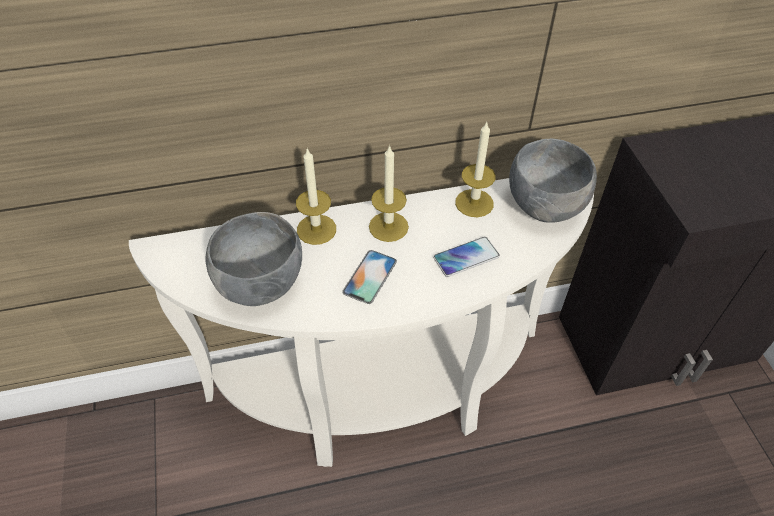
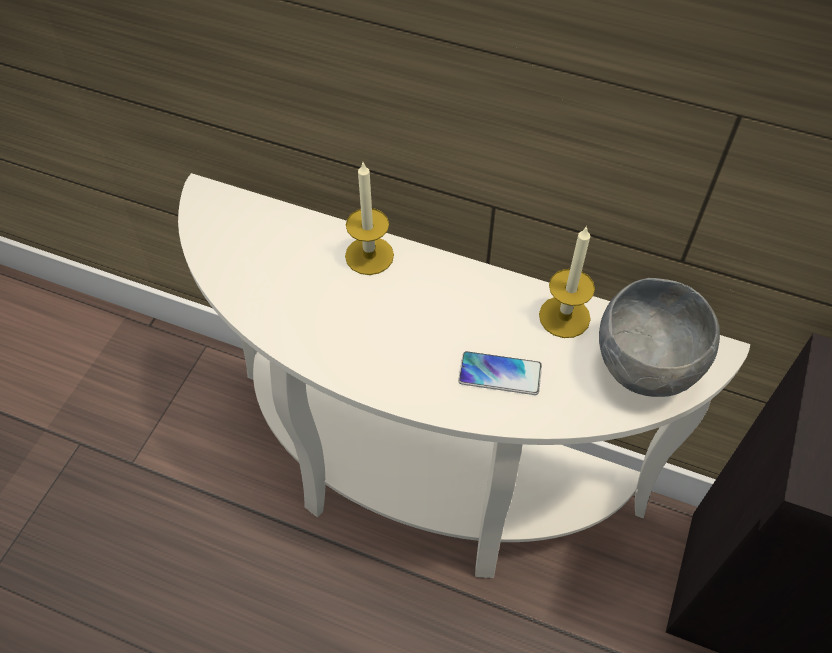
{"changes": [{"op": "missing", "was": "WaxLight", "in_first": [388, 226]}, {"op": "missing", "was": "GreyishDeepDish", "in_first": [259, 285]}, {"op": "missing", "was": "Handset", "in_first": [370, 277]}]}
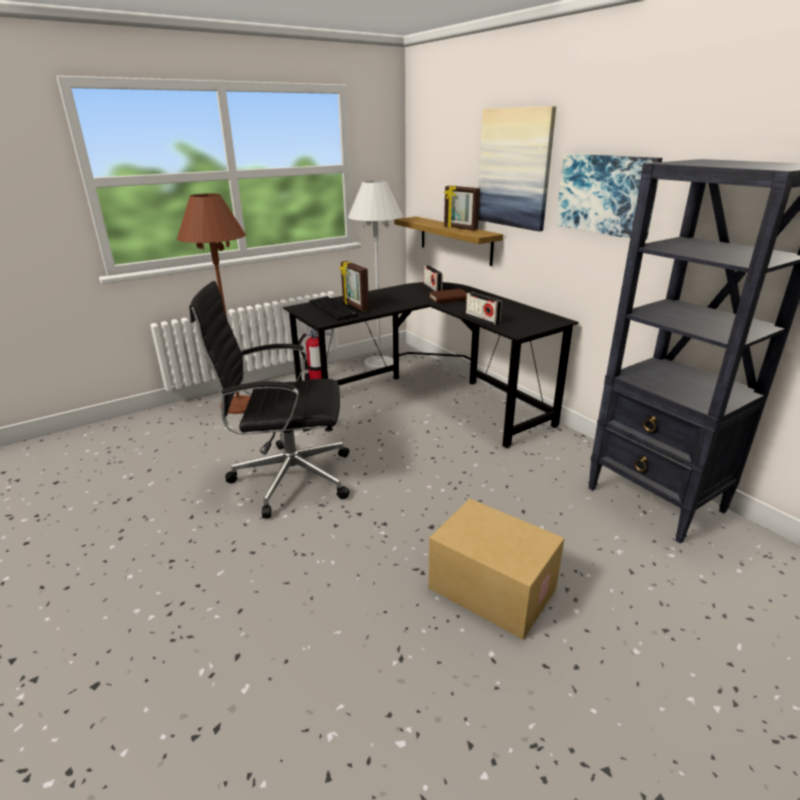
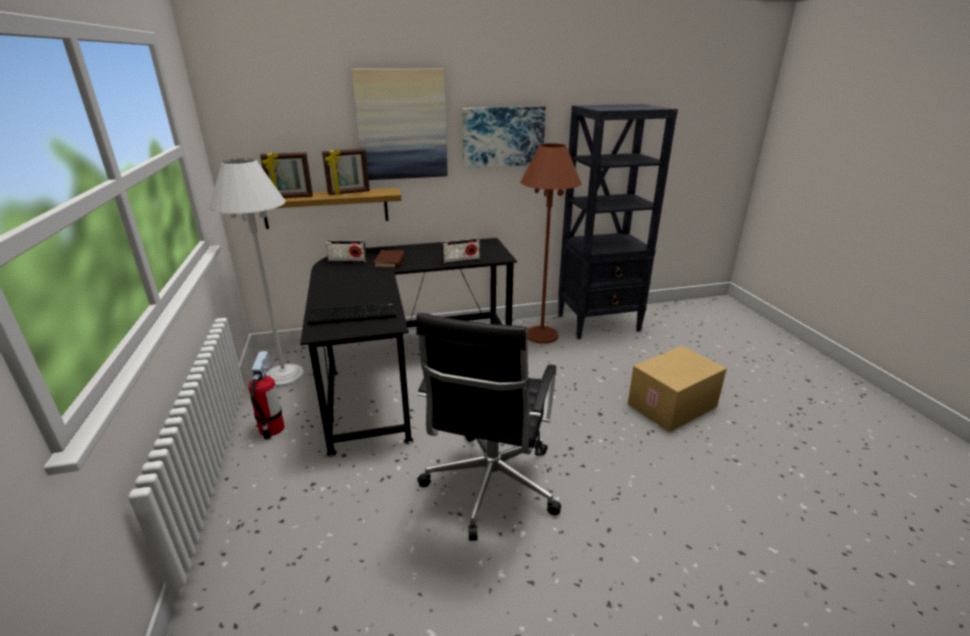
{"changes": [{"op": "relocated", "was": "BrownColouredFloorLamp", "in_first": [239, 405], "in_second": [541, 335]}, {"op": "relocated", "was": "PictureFrame", "in_first": [355, 306], "in_second": [291, 197]}]}
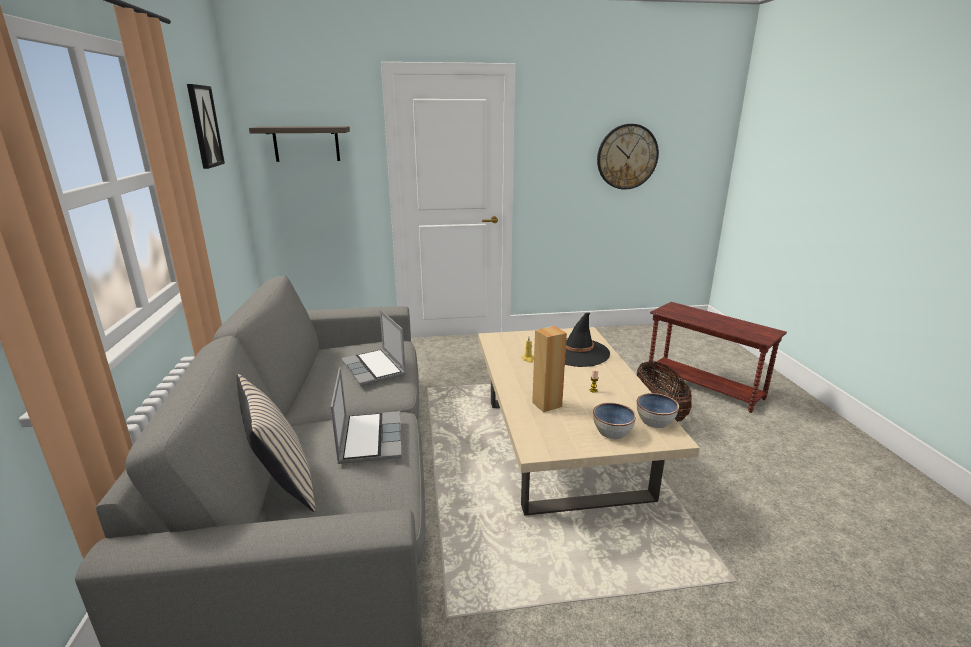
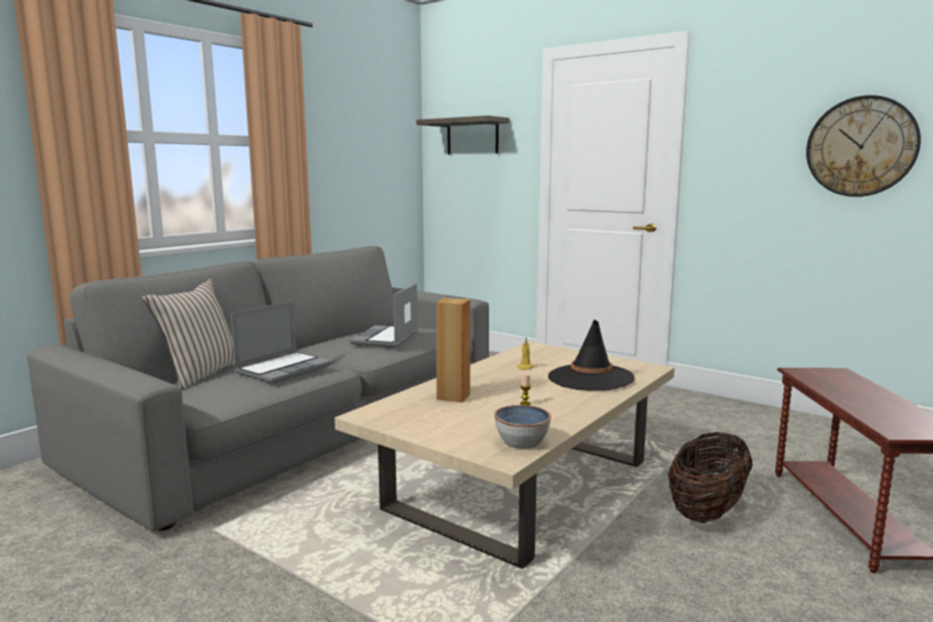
{"changes": [{"op": "missing", "was": "WallPicture", "in_first": [204, 126]}, {"op": "missing", "was": "DeepDish", "in_first": [612, 432]}]}
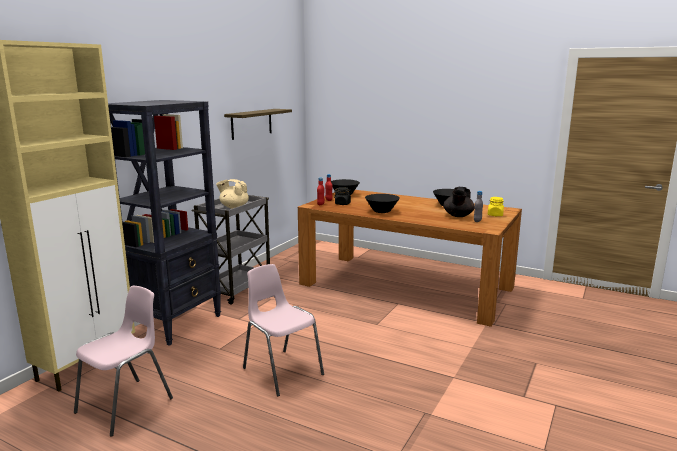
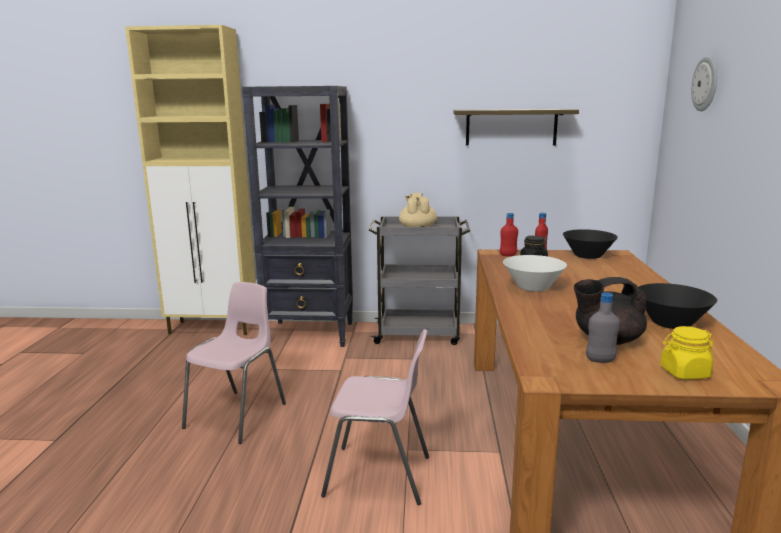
{"changes": [{"op": "colour", "was": "BlackDeepDish", "now": "WhiteDeepDish", "in_first": [382, 211], "in_second": [532, 288]}, {"op": "relocated", "was": "PinkColouredUprightChair", "in_first": [126, 405], "in_second": [379, 476]}, {"op": "appeared", "now": "WallClock", "in_second": [705, 83]}]}
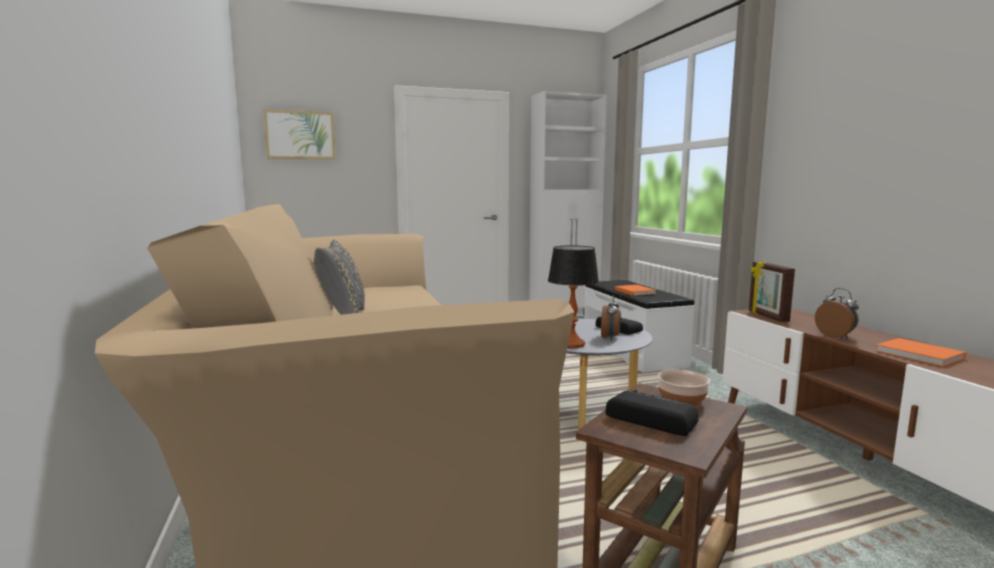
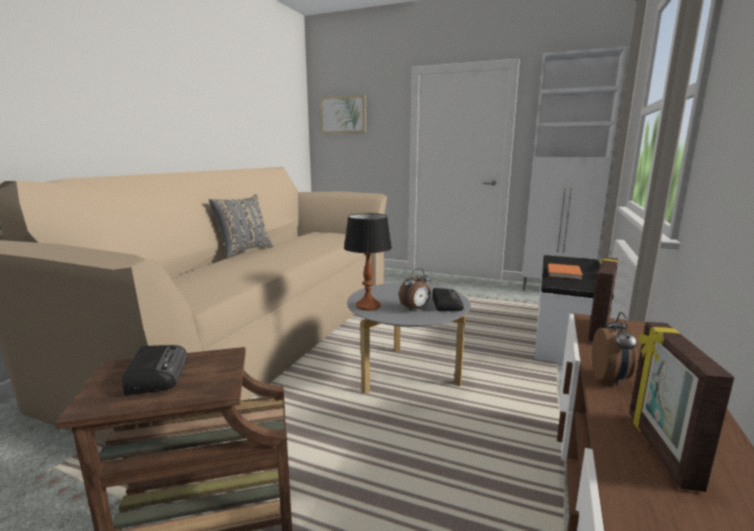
{"changes": [{"op": "exchanged", "was": "OrangeyBook", "now": "PictureFrame", "in_first": [921, 355], "in_second": [659, 449]}, {"op": "missing", "was": "DeepDish", "in_first": [681, 400]}]}
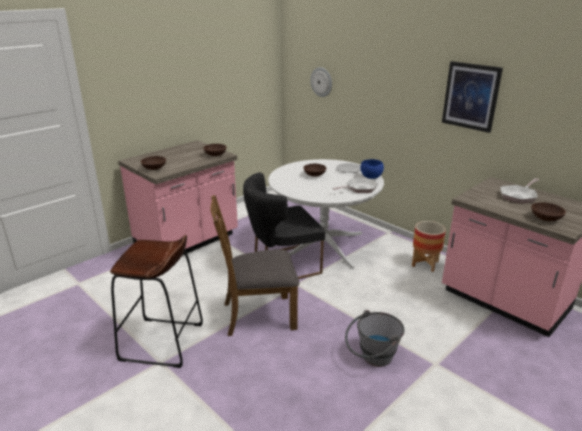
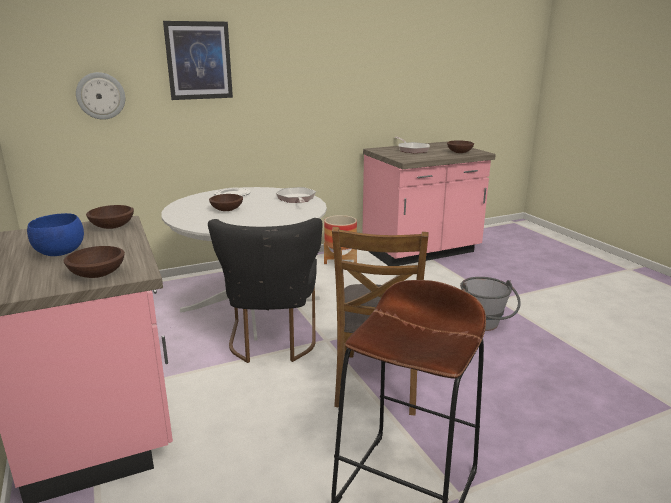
{"changes": [{"op": "relocated", "was": "WallPicture", "in_first": [471, 96], "in_second": [199, 60]}, {"op": "relocated", "was": "BlueColouredDeepDish", "in_first": [371, 177], "in_second": [60, 253]}]}
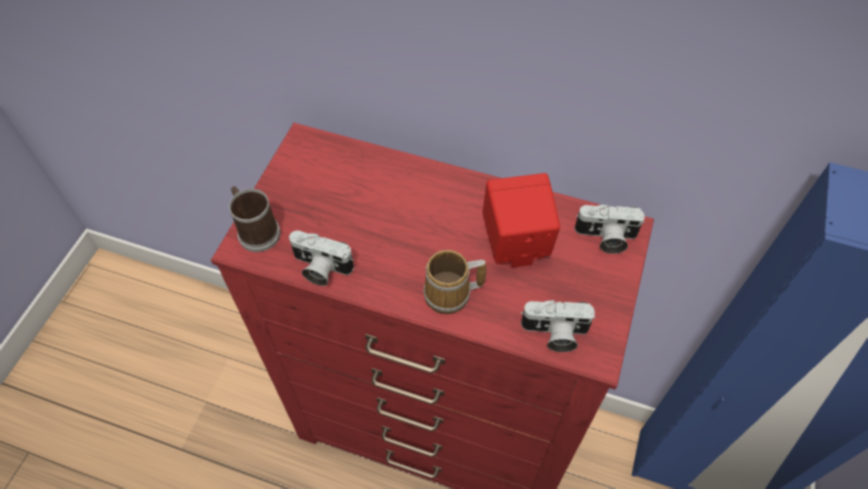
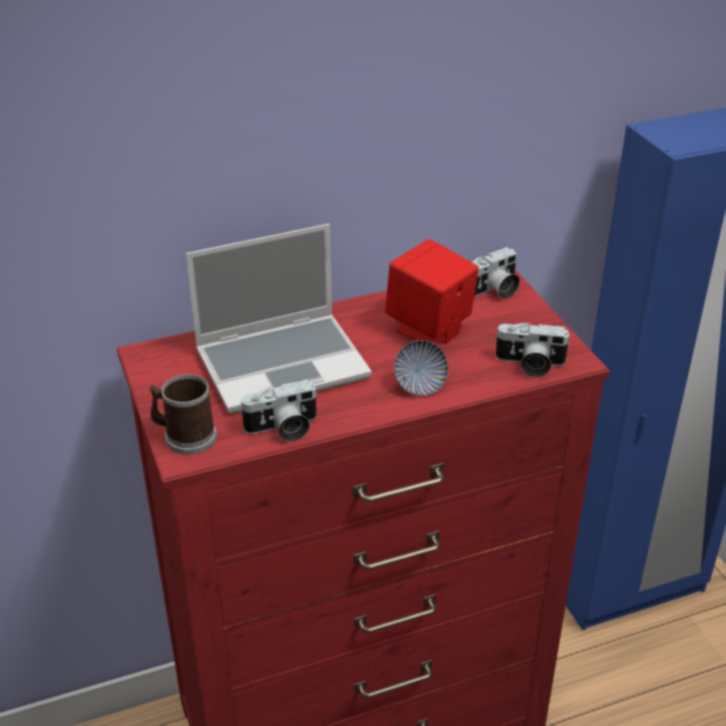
{"changes": [{"op": "exchanged", "was": "CoffeeMug", "now": "DeepDish", "in_first": [451, 295], "in_second": [420, 385]}, {"op": "spun", "was": "StillCamera", "in_first": [554, 334], "in_second": [529, 364], "clockwise": 45}, {"op": "appeared", "now": "Laptop", "in_second": [283, 363]}]}
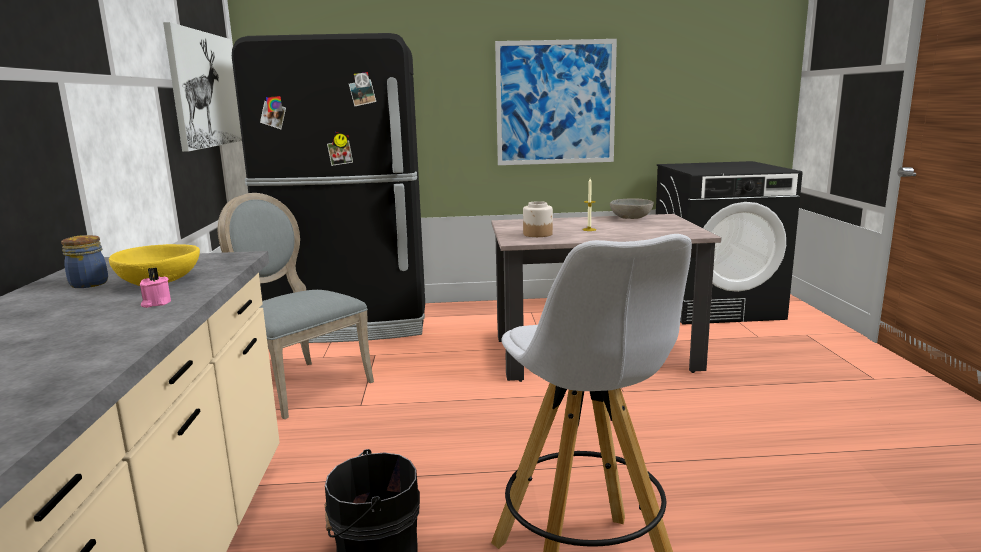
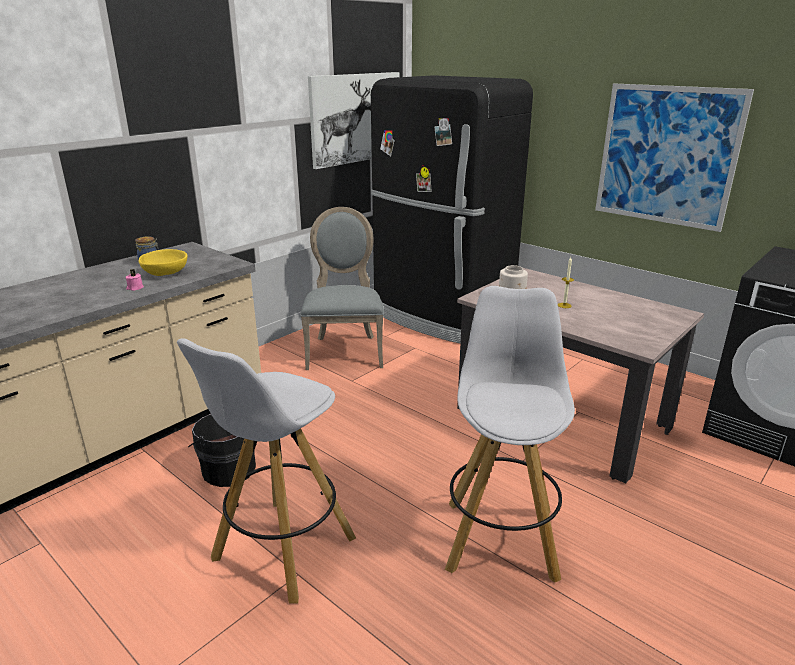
{"changes": [{"op": "missing", "was": "GreyishDeepDish", "in_first": [630, 218]}, {"op": "appeared", "now": "WhiteSittingStool", "in_second": [500, 537]}]}
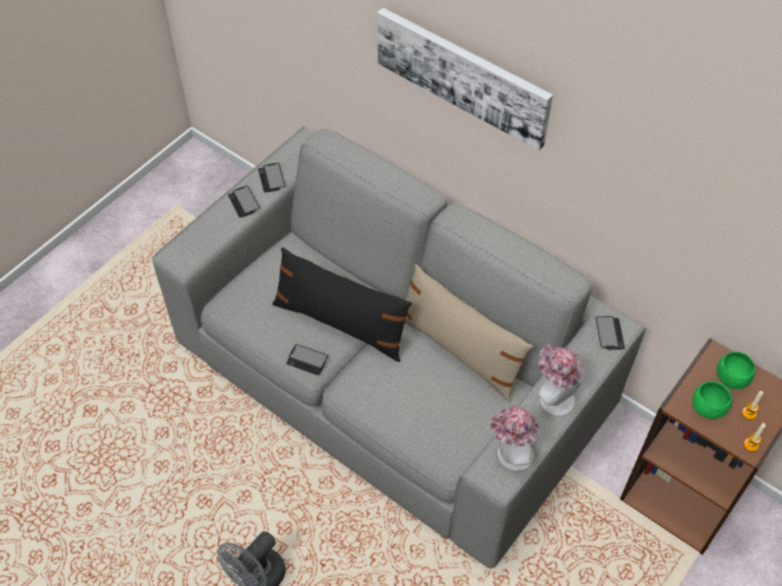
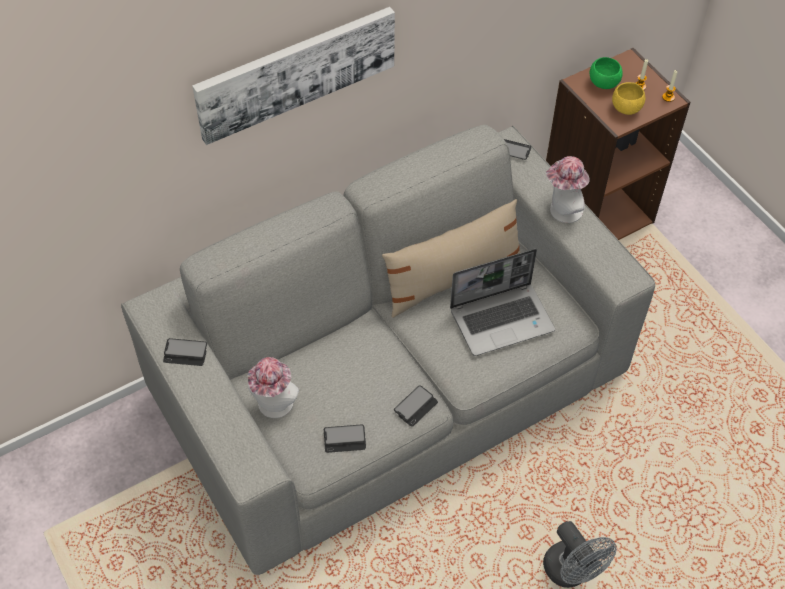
{"changes": [{"op": "relocated", "was": "Handset", "in_first": [244, 202], "in_second": [344, 439]}, {"op": "missing", "was": "BlackCushion", "in_first": [341, 323]}, {"op": "colour", "was": "GreenishDeepDish", "now": "YellowColouredDeepDish", "in_first": [708, 408], "in_second": [626, 108]}, {"op": "relocated", "was": "Hat", "in_first": [510, 455], "in_second": [274, 407]}, {"op": "appeared", "now": "Laptop", "in_second": [502, 319]}]}
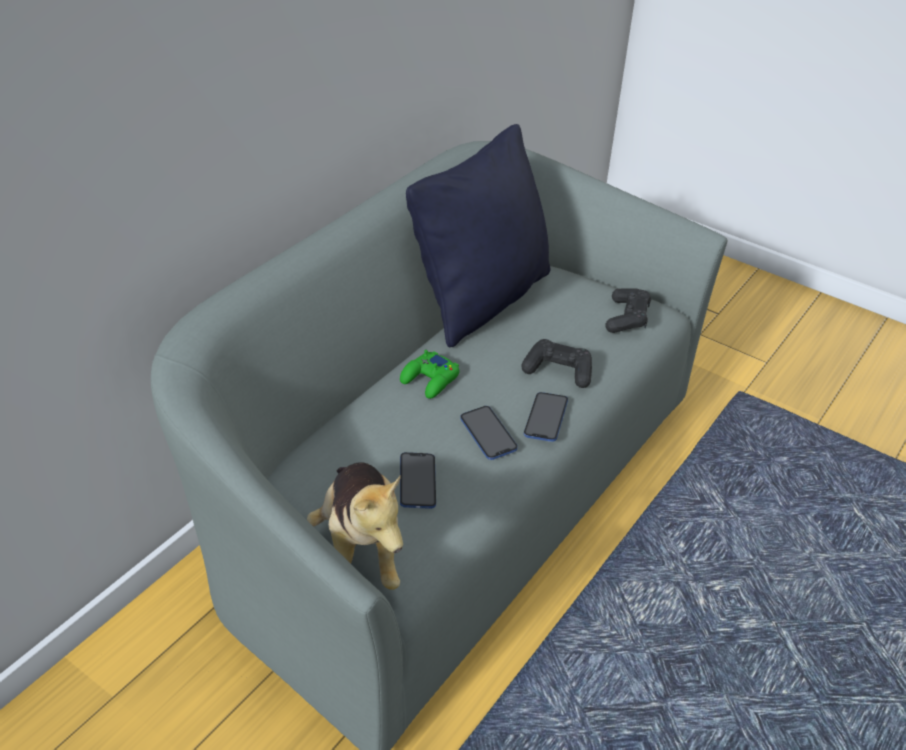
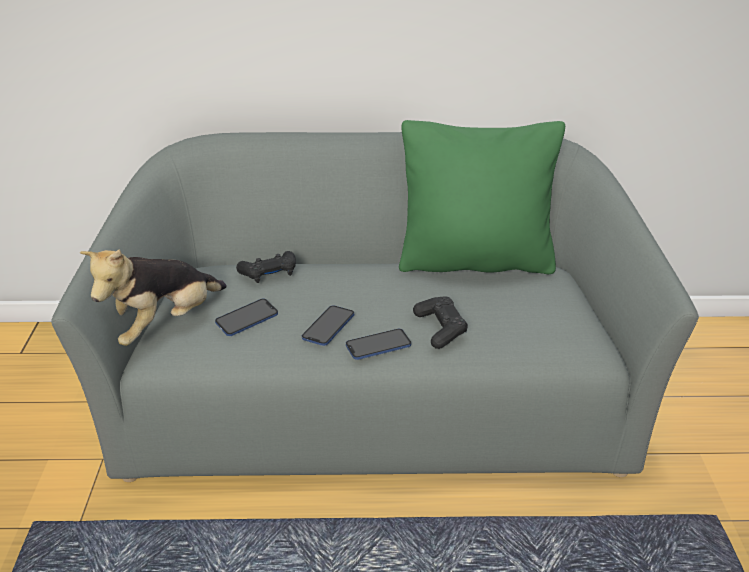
{"changes": [{"op": "colour", "was": "BlackCushion", "now": "GreenishCushion", "in_first": [482, 300], "in_second": [474, 261]}, {"op": "relocated", "was": "BlackGamepad", "in_first": [627, 318], "in_second": [269, 274]}, {"op": "missing", "was": "GreenishGamepad", "in_first": [430, 380]}]}
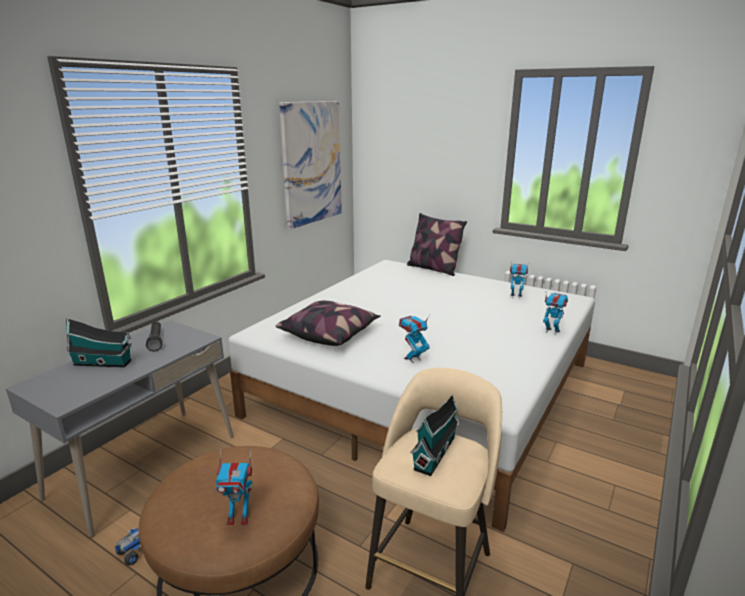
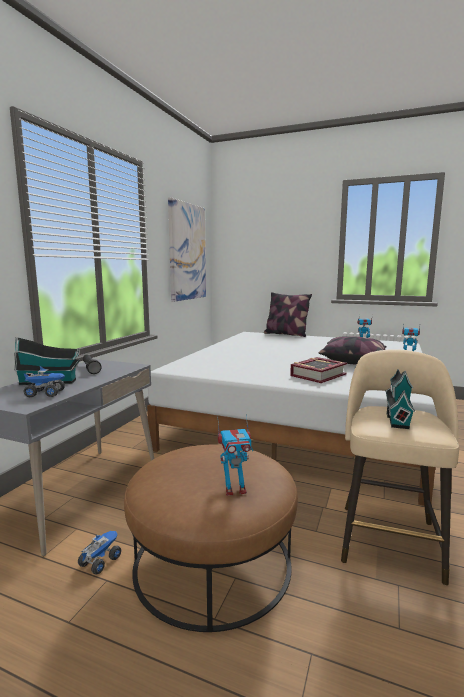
{"changes": [{"op": "relocated", "was": "Cushion", "in_first": [330, 334], "in_second": [353, 361]}, {"op": "exchanged", "was": "RobotFigure", "now": "Book", "in_first": [413, 359], "in_second": [318, 375]}, {"op": "appeared", "now": "ModelTruck", "in_second": [46, 394]}]}
